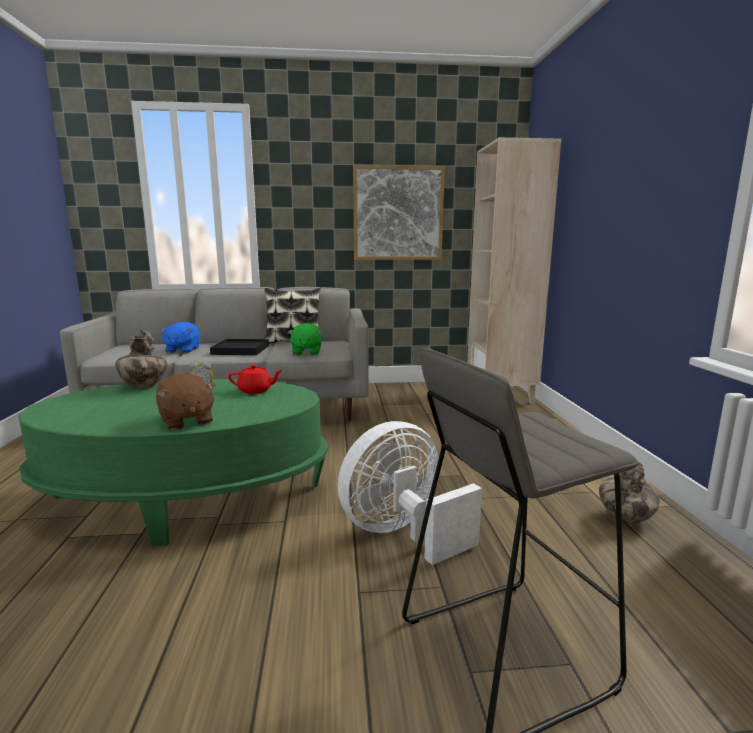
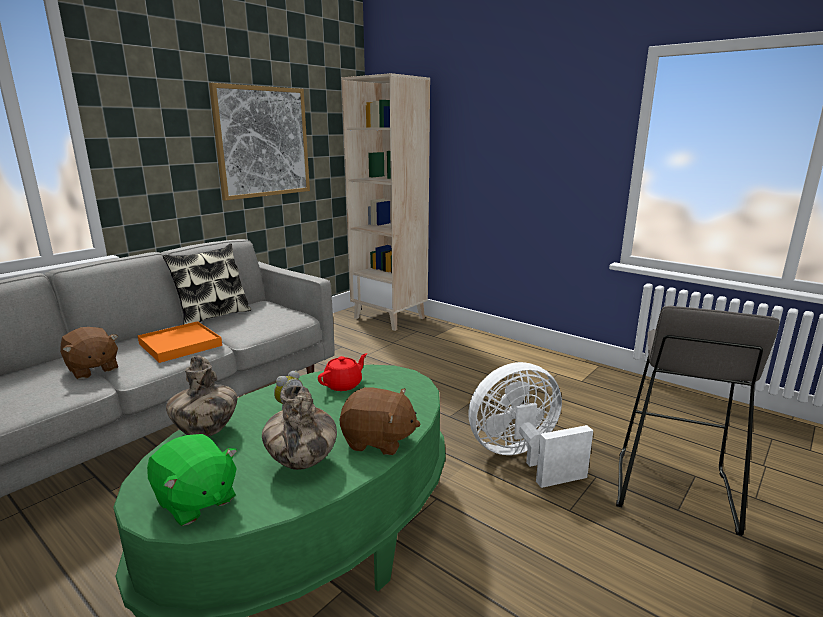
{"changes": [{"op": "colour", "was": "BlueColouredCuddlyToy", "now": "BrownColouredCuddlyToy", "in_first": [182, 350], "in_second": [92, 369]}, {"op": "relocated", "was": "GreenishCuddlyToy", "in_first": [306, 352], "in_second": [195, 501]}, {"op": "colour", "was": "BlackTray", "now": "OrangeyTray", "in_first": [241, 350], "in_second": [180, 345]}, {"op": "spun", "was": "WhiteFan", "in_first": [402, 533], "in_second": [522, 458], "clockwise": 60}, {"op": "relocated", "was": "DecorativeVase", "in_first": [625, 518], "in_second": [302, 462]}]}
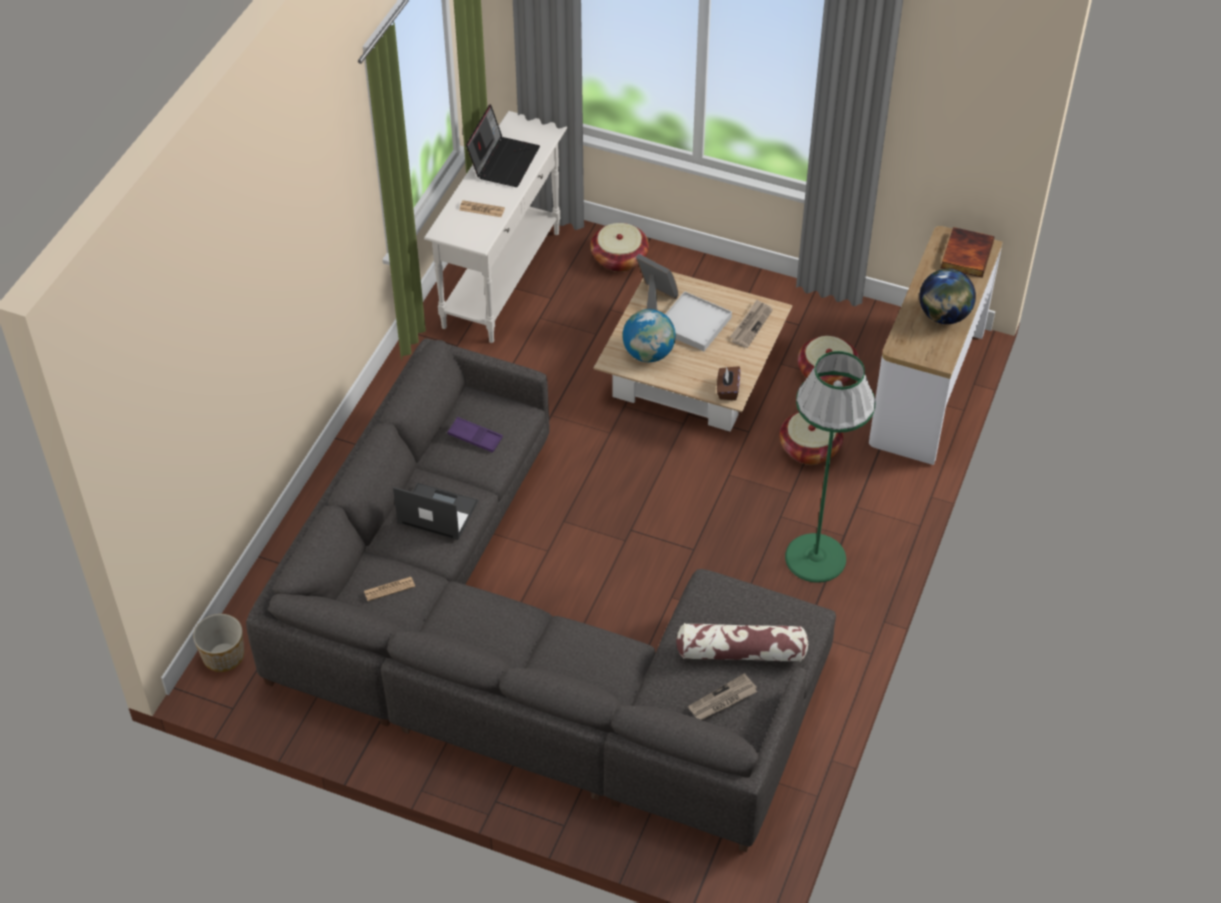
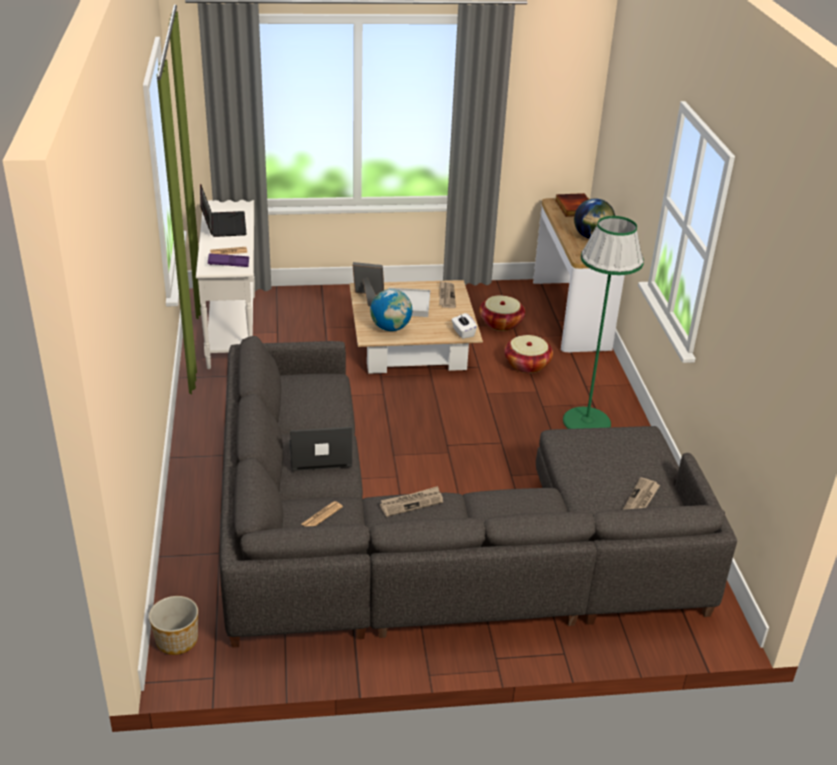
{"changes": [{"op": "missing", "was": "HouseholdBasket", "in_first": [619, 258]}, {"op": "colour", "was": "BrownColouredTissueBox", "now": "WhiteTissueBox", "in_first": [727, 390], "in_second": [463, 332]}, {"op": "relocated", "was": "PurplishTray", "in_first": [475, 437], "in_second": [228, 263]}, {"op": "missing", "was": "Cushion", "in_first": [741, 652]}, {"op": "appeared", "now": "Newspaper", "in_second": [411, 503]}]}
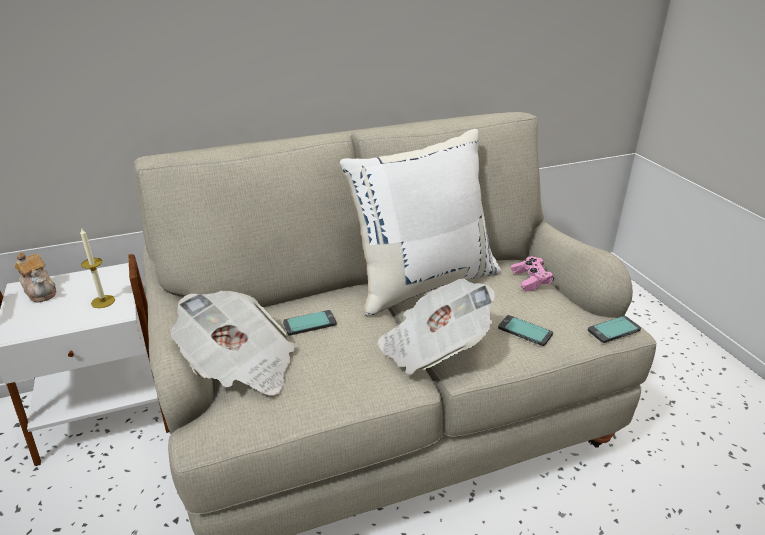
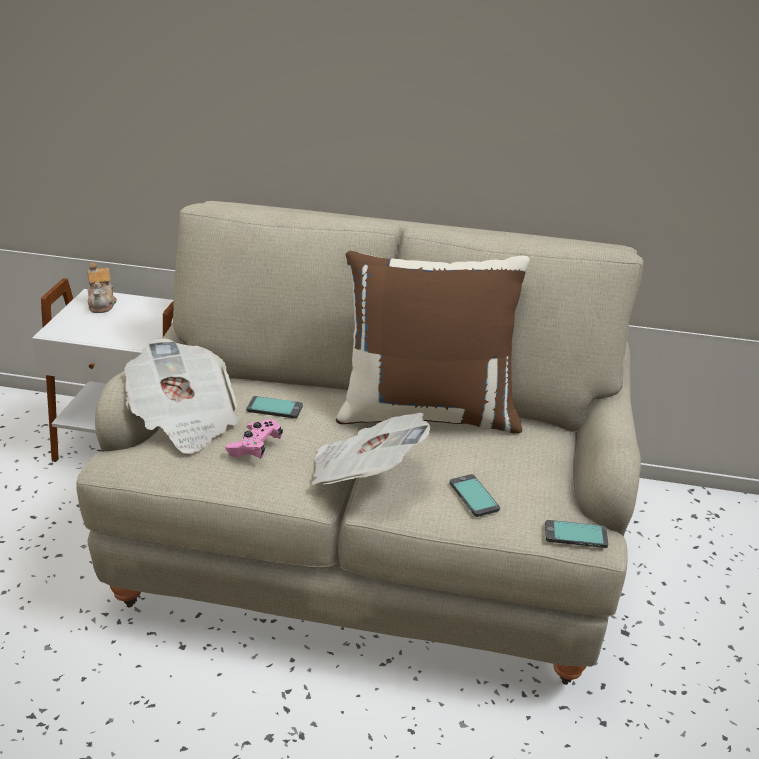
{"changes": [{"op": "colour", "was": "WhiteCushion", "now": "BrownColouredCushion", "in_first": [423, 282], "in_second": [428, 412]}, {"op": "missing", "was": "WaxLight", "in_first": [103, 301]}, {"op": "relocated", "was": "PinkColouredGamepad", "in_first": [530, 280], "in_second": [255, 447]}]}
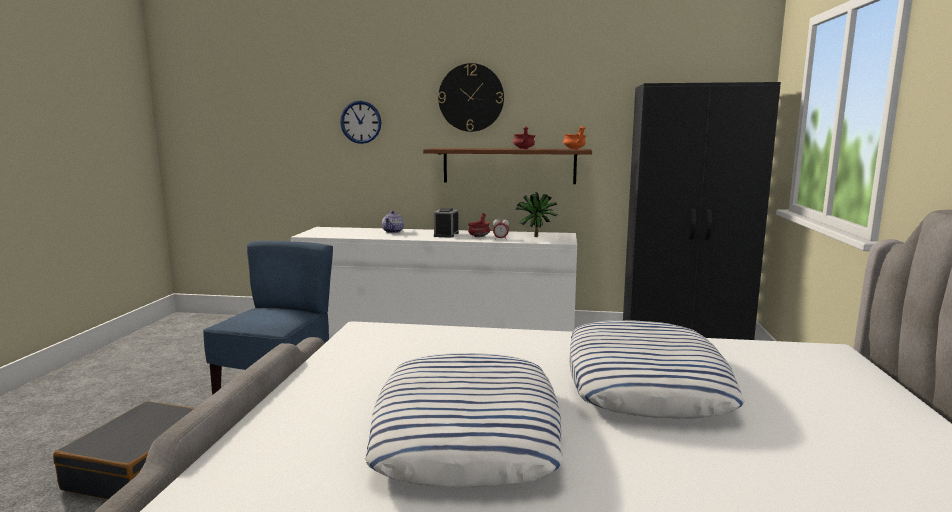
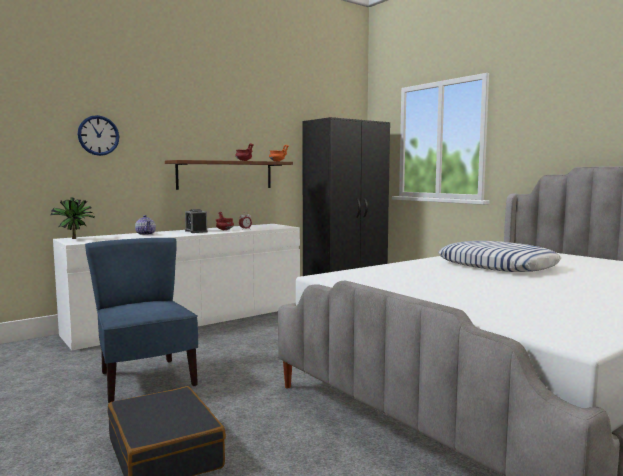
{"changes": [{"op": "missing", "was": "WallClock", "in_first": [471, 97]}, {"op": "relocated", "was": "PlantInAPot", "in_first": [536, 237], "in_second": [75, 239]}, {"op": "missing", "was": "Cushion", "in_first": [467, 431]}]}
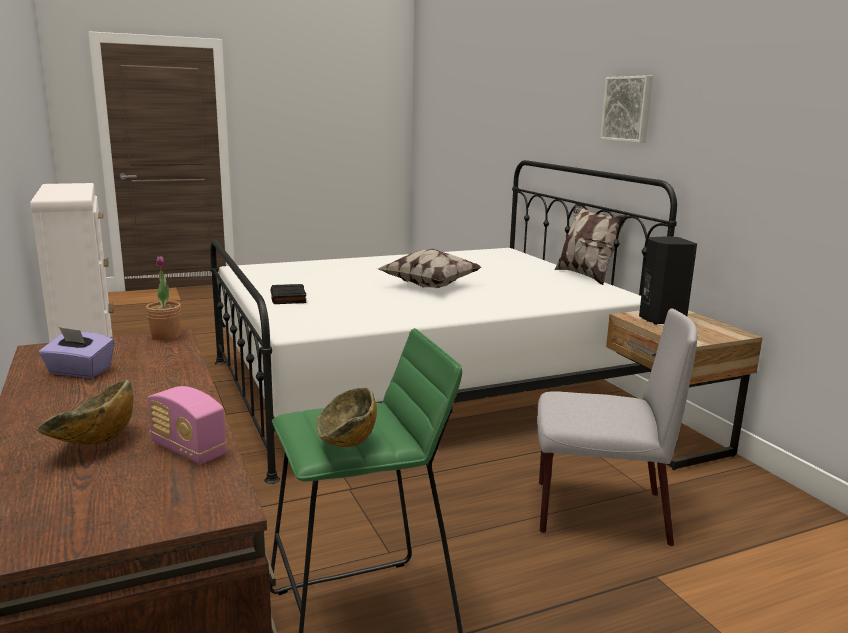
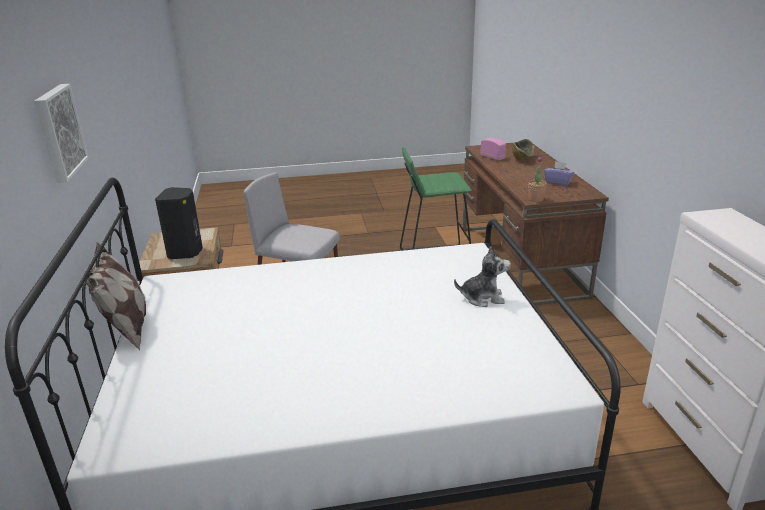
{"changes": [{"op": "missing", "was": "Cushion", "in_first": [429, 285]}, {"op": "exchanged", "was": "BlackBook", "now": "CuddlyToy", "in_first": [288, 298], "in_second": [482, 298]}, {"op": "missing", "was": "DeepDish", "in_first": [345, 446]}]}
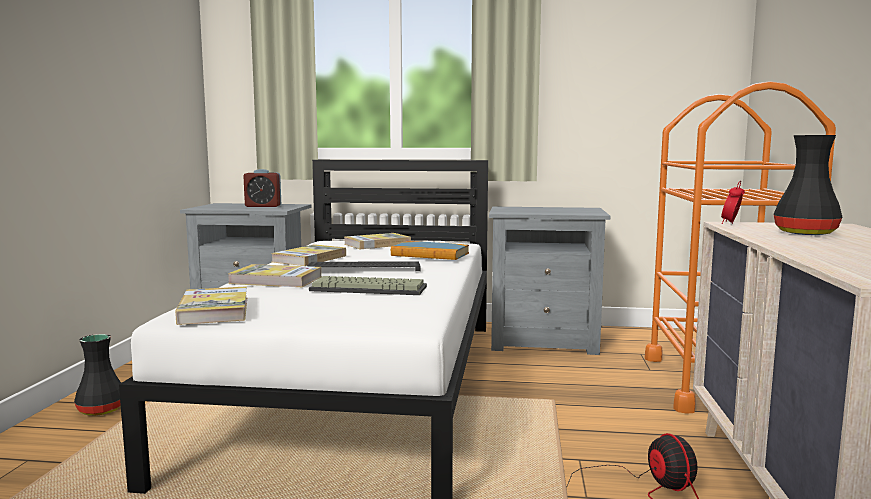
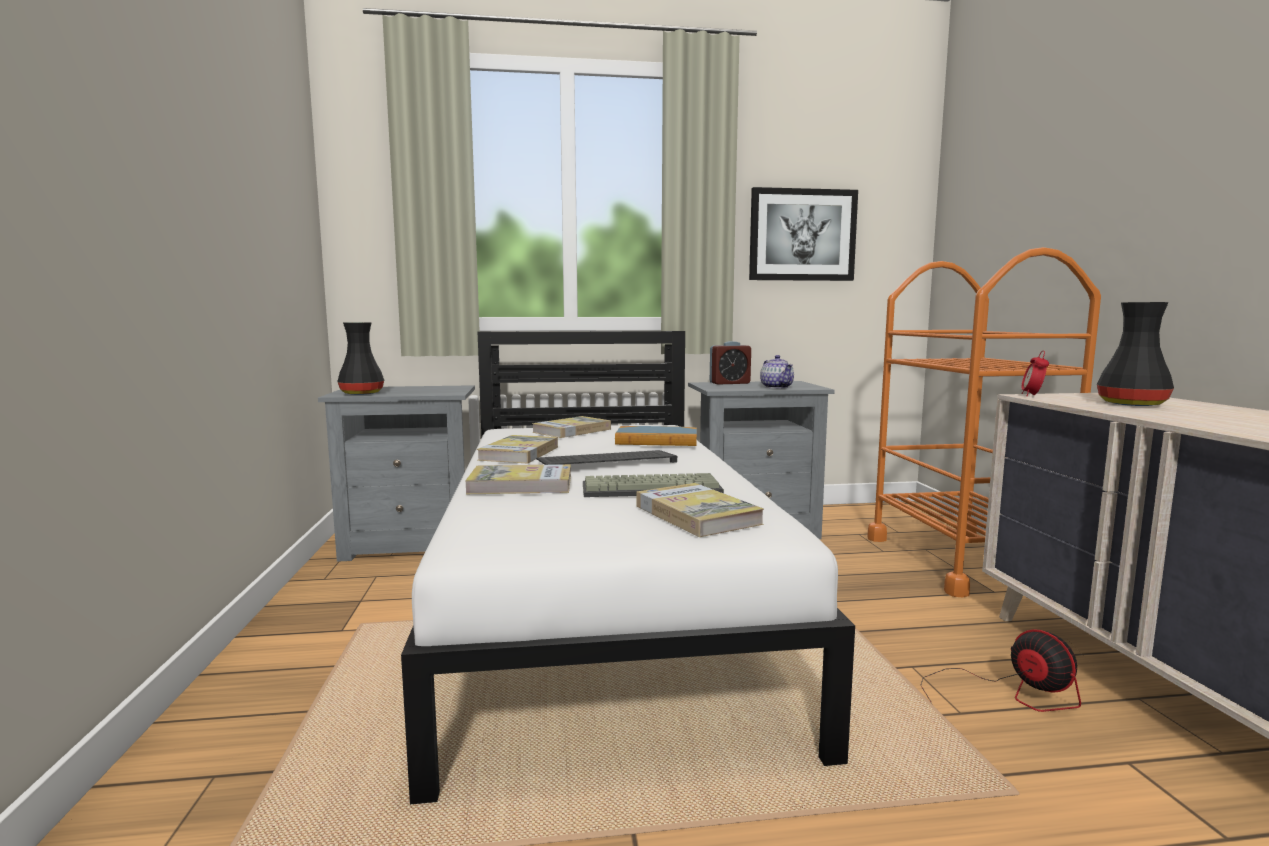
{"changes": [{"op": "relocated", "was": "TableClock", "in_first": [263, 206], "in_second": [729, 383]}, {"op": "relocated", "was": "Book", "in_first": [214, 310], "in_second": [696, 515]}, {"op": "relocated", "was": "BlackDecorativeVase", "in_first": [102, 409], "in_second": [362, 393]}, {"op": "appeared", "now": "WallPicture", "in_second": [802, 235]}, {"op": "appeared", "now": "PotForTea", "in_second": [776, 387]}]}
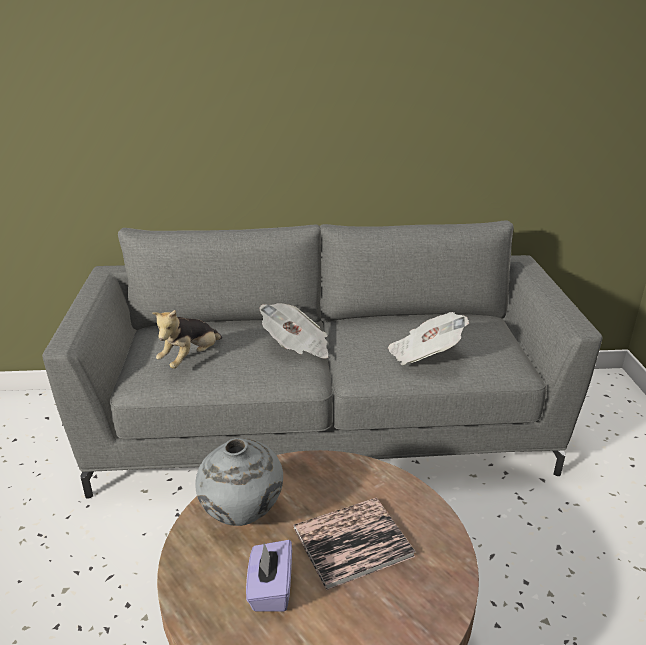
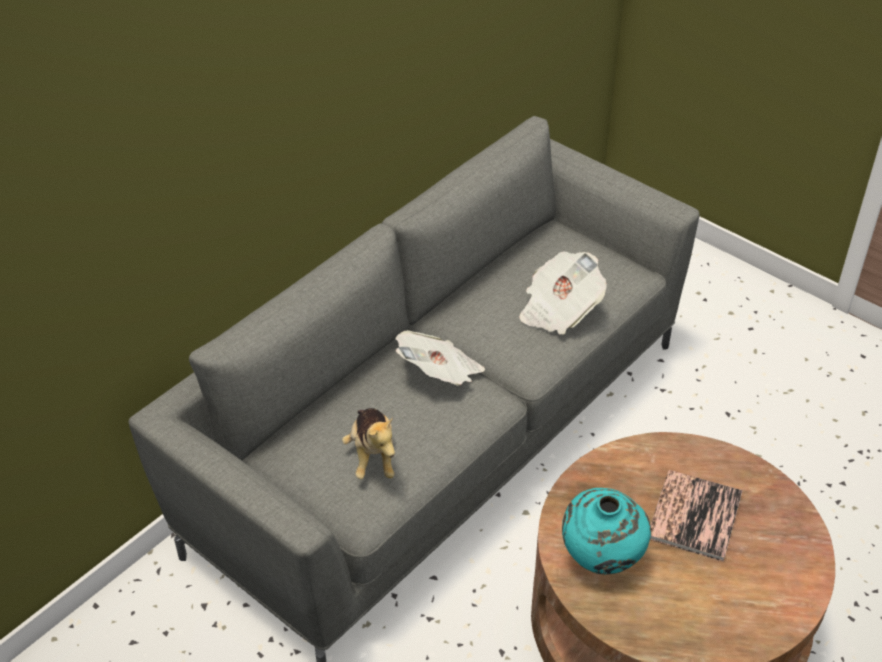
{"changes": [{"op": "colour", "was": "GreyishDecorativeVase", "now": "TurquoiseColouredDecorativeVase", "in_first": [242, 516], "in_second": [602, 559]}, {"op": "missing", "was": "PurplishTissueBox", "in_first": [270, 590]}]}
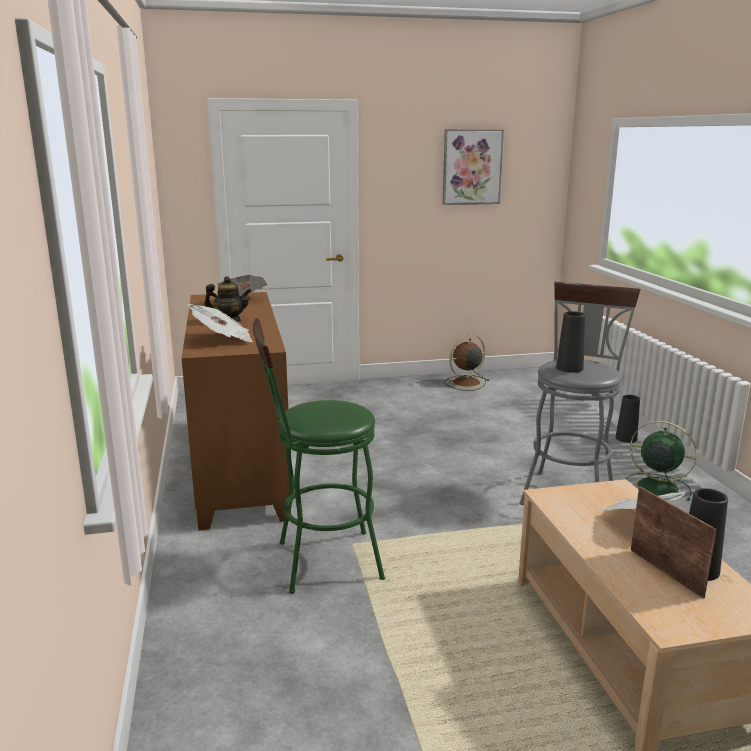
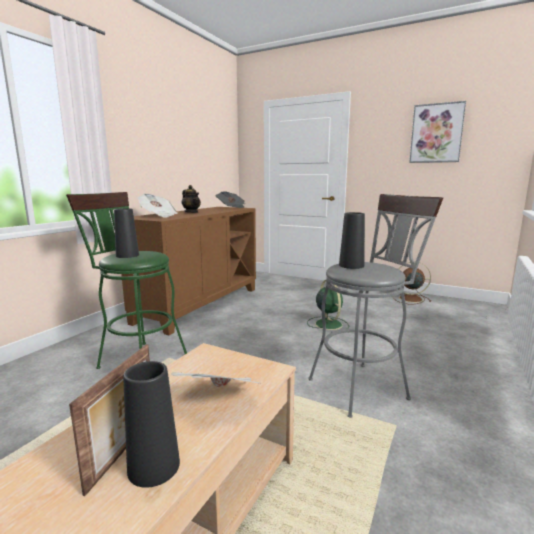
{"changes": [{"op": "relocated", "was": "BlackDecorativeVase", "in_first": [626, 438], "in_second": [127, 255]}, {"op": "relocated", "was": "GreenishFan", "in_first": [655, 487], "in_second": [328, 324]}]}
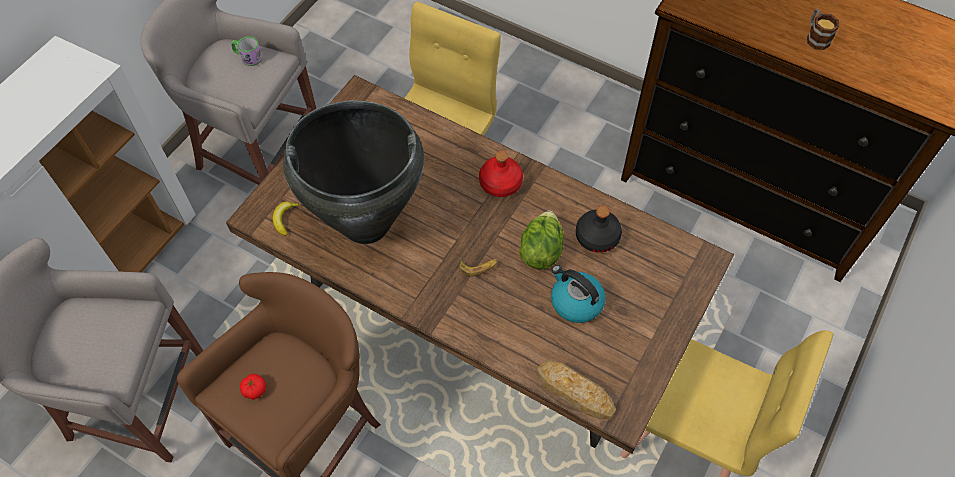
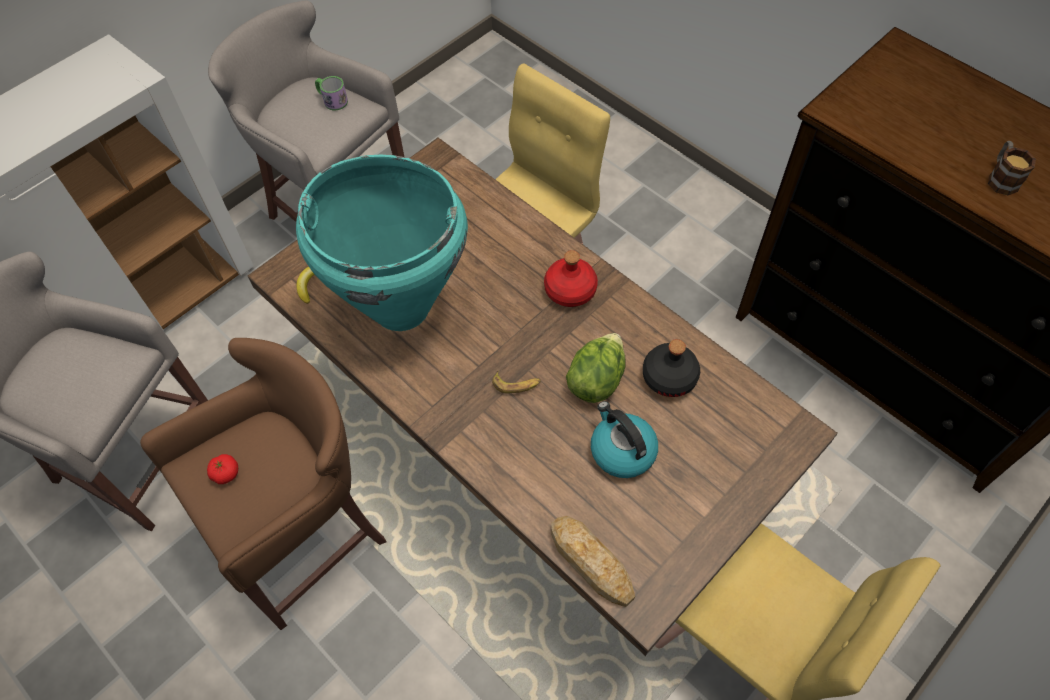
{"changes": [{"op": "colour", "was": "BlackDecorativeVase", "now": "TurquoiseColouredDecorativeVase", "in_first": [366, 223], "in_second": [402, 307]}]}
